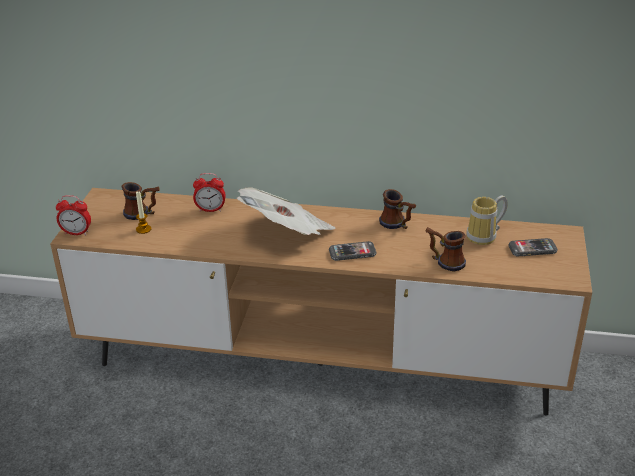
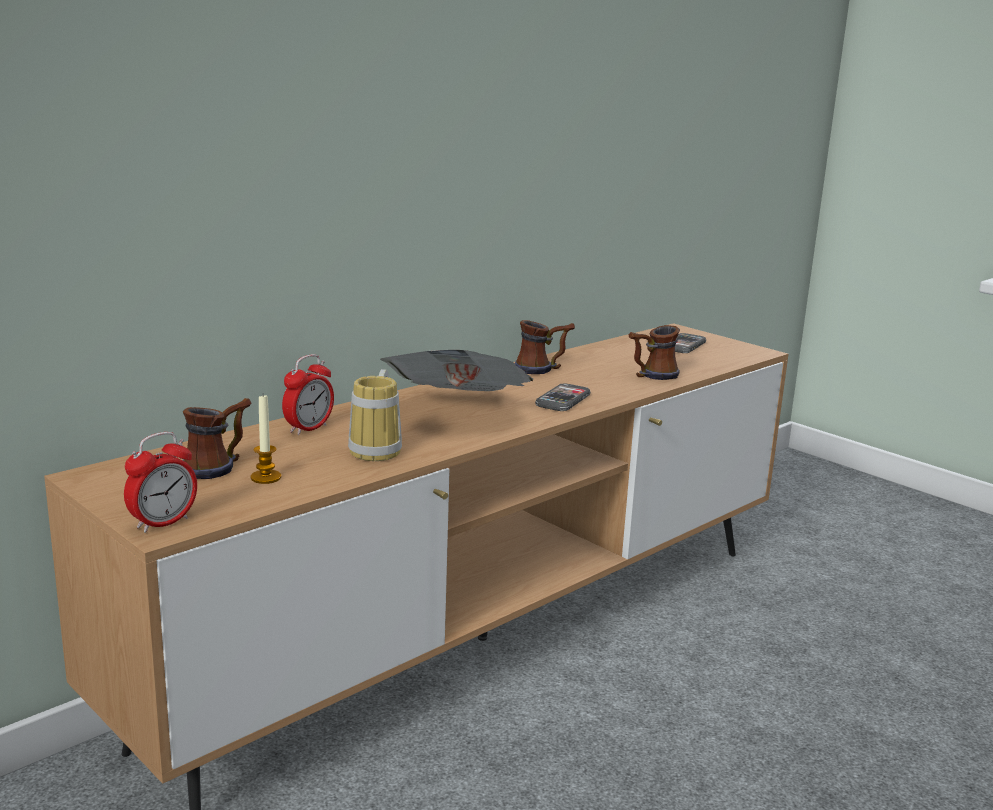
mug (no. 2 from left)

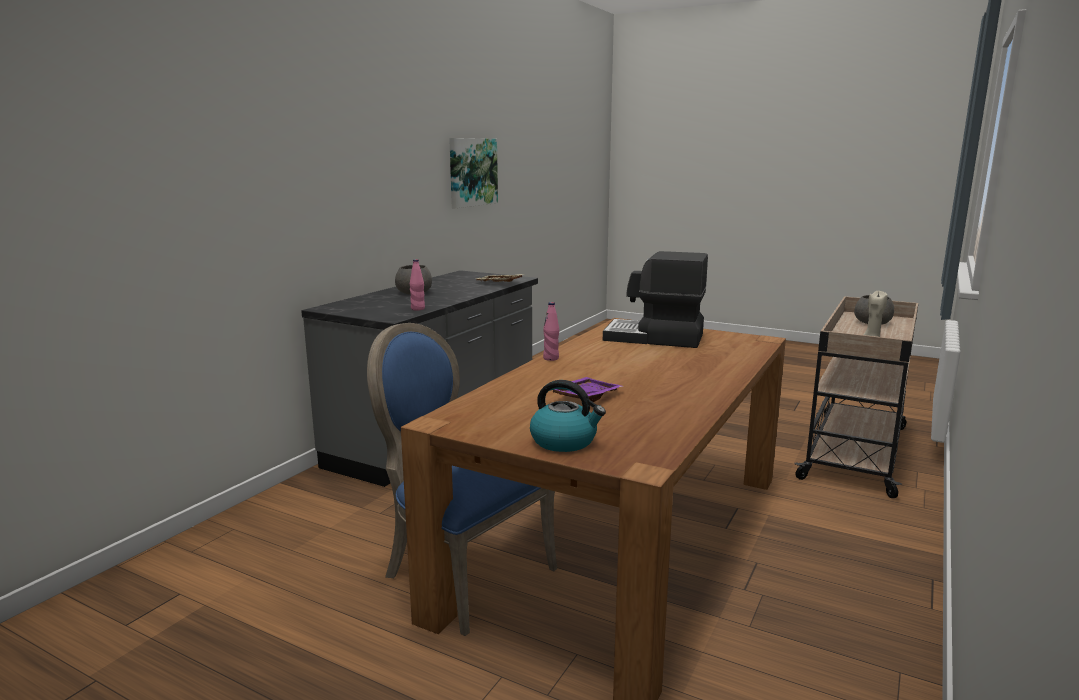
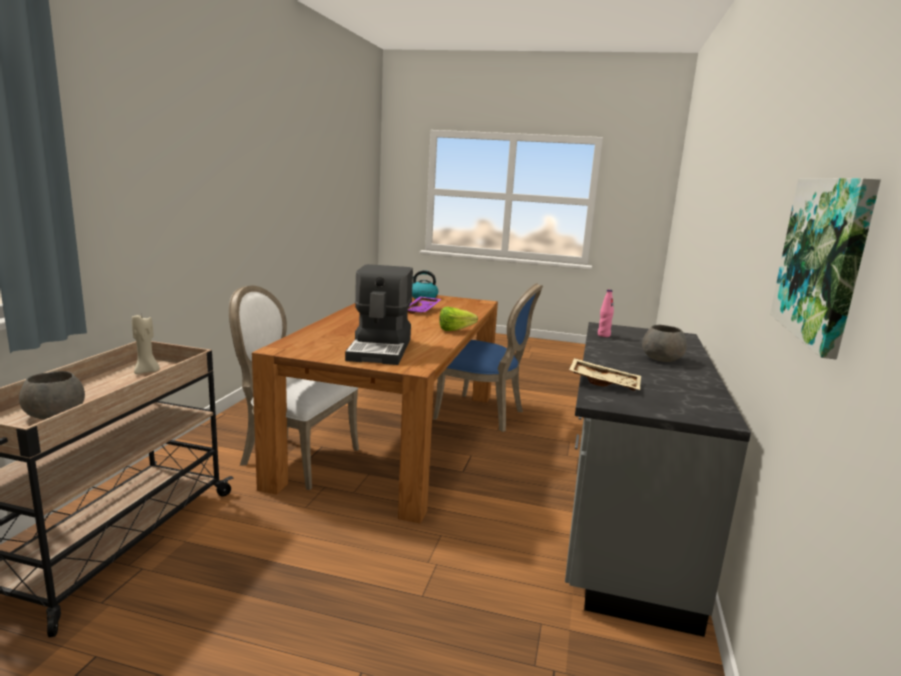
machine à café; laitue; chaise/blanc

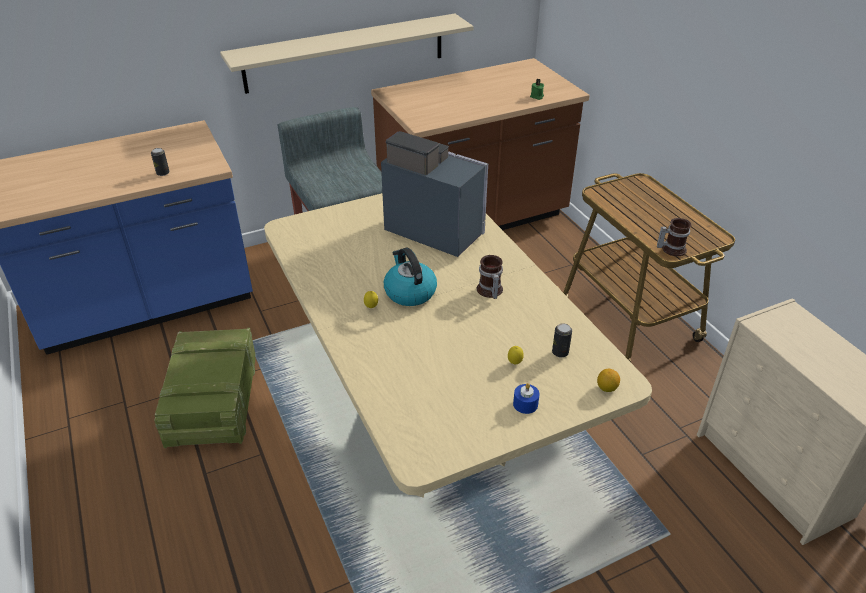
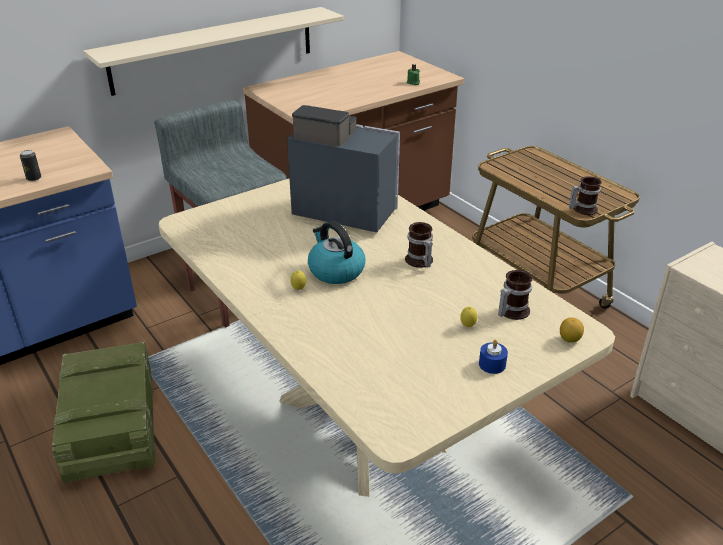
mug (no. 2 from left)

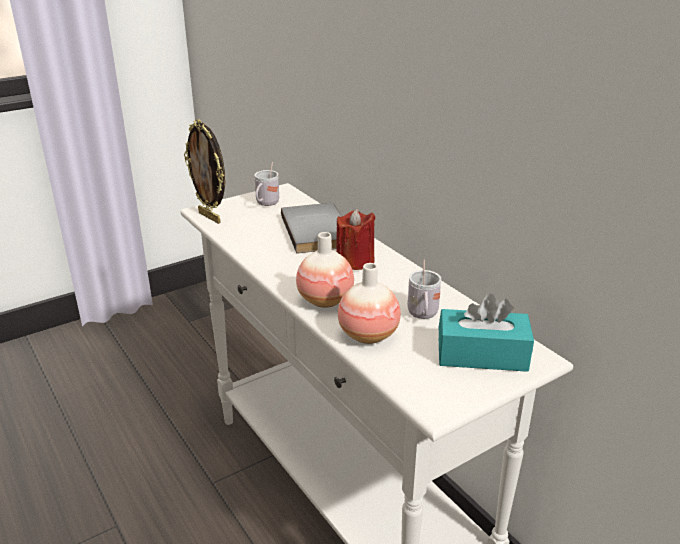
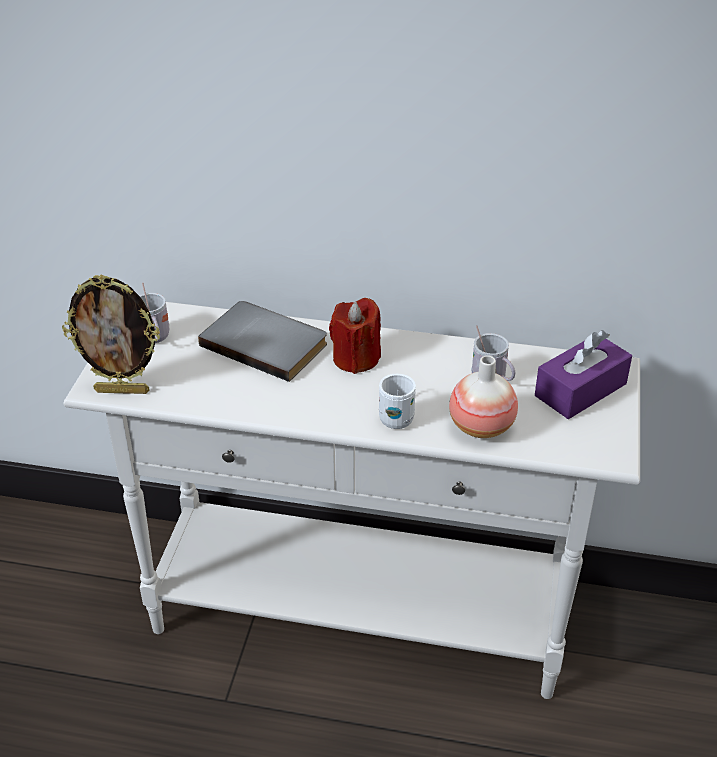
mug/blanc (no. 2 from left); boîte à mouchoirs/violet

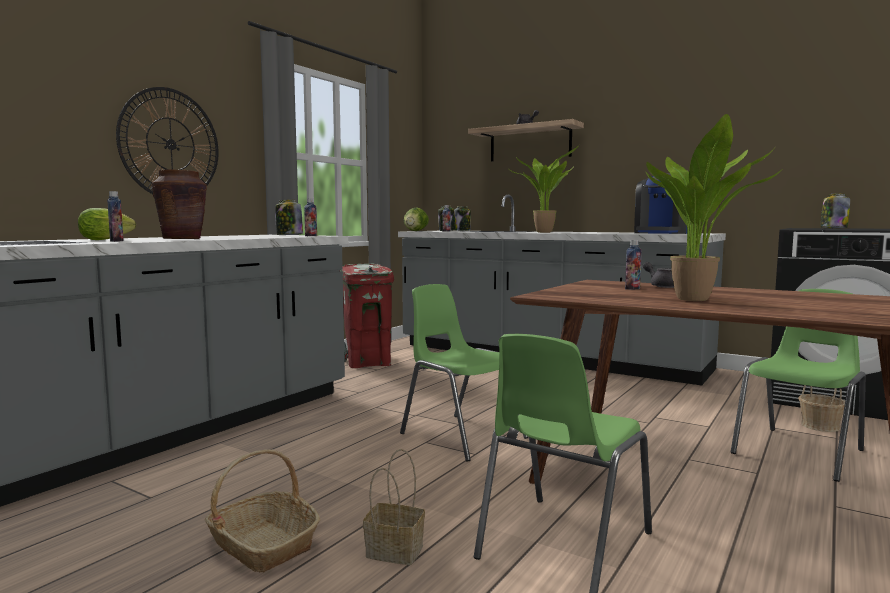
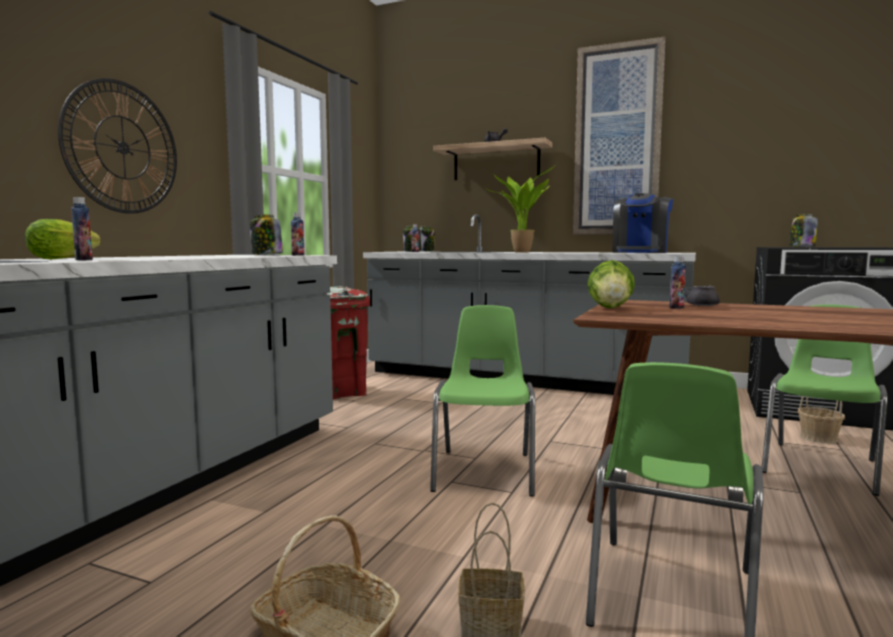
plante en pot (no. 2 from left in the first image); vase/marron; laitue (no. 2 from left); chaise/vert (no. 1 from left); tableau

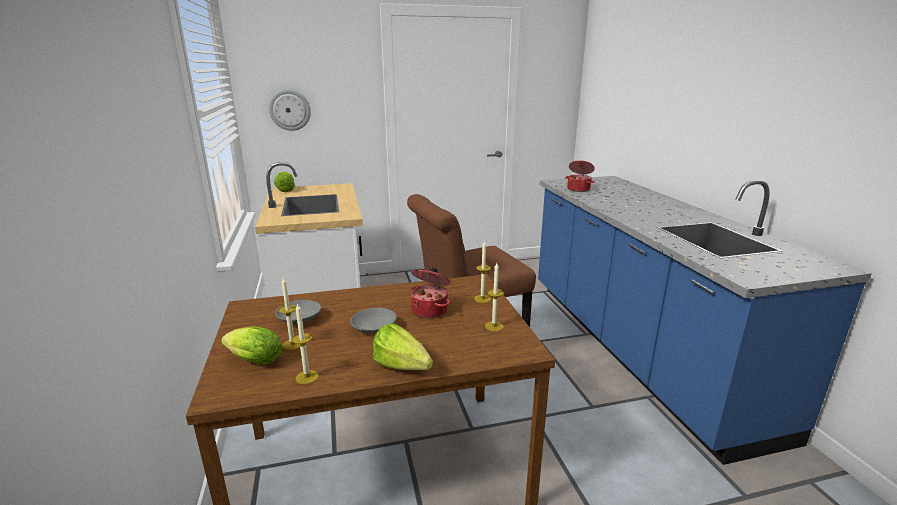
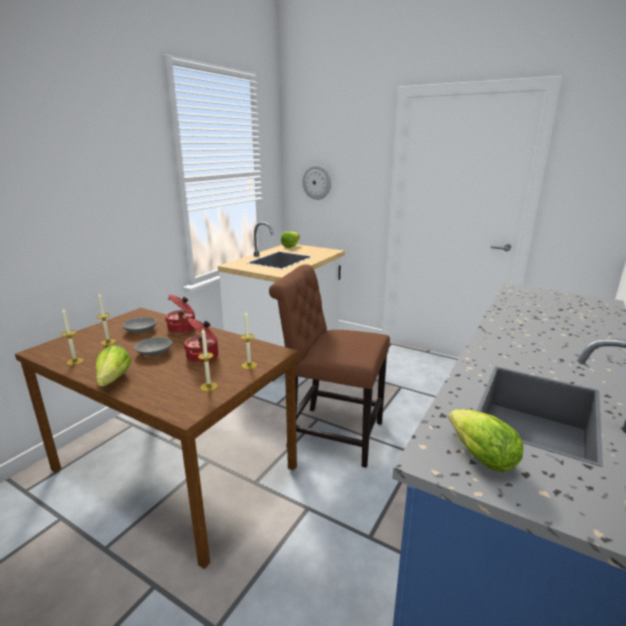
marmite (no. 1 from left); laitue (no. 3 from left)

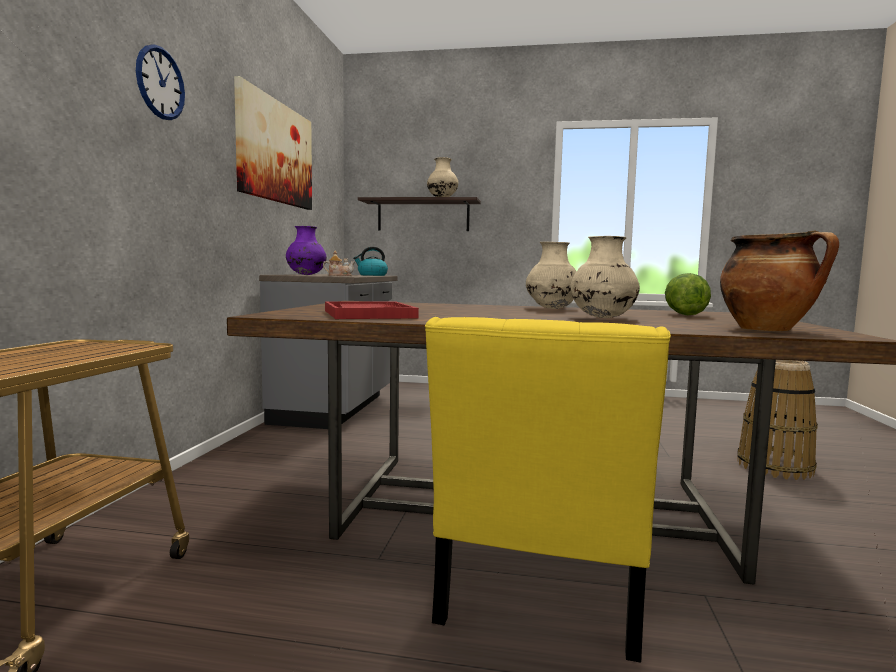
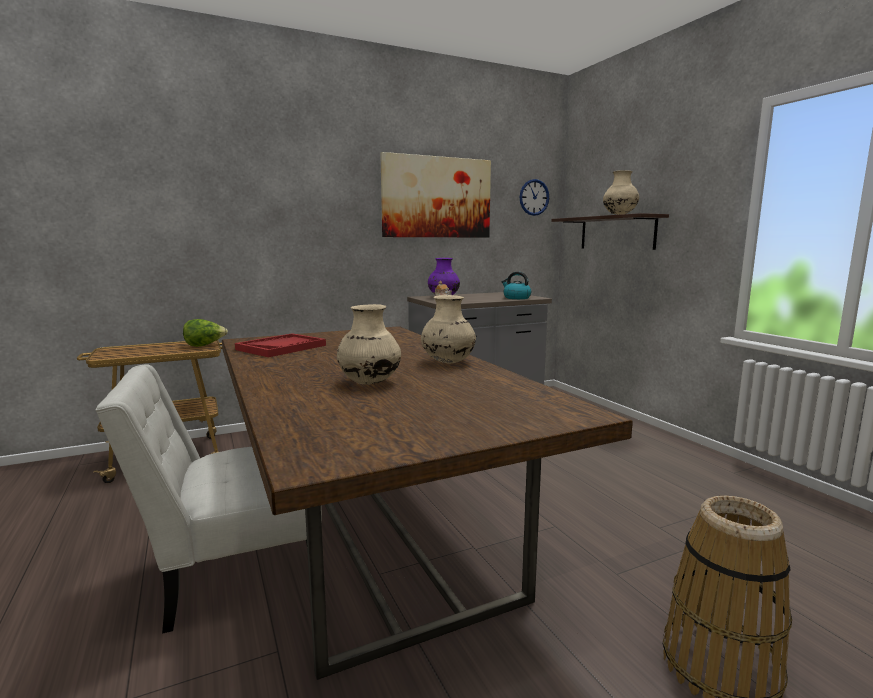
horloge murale; marmite; laitue; chaise/blanc

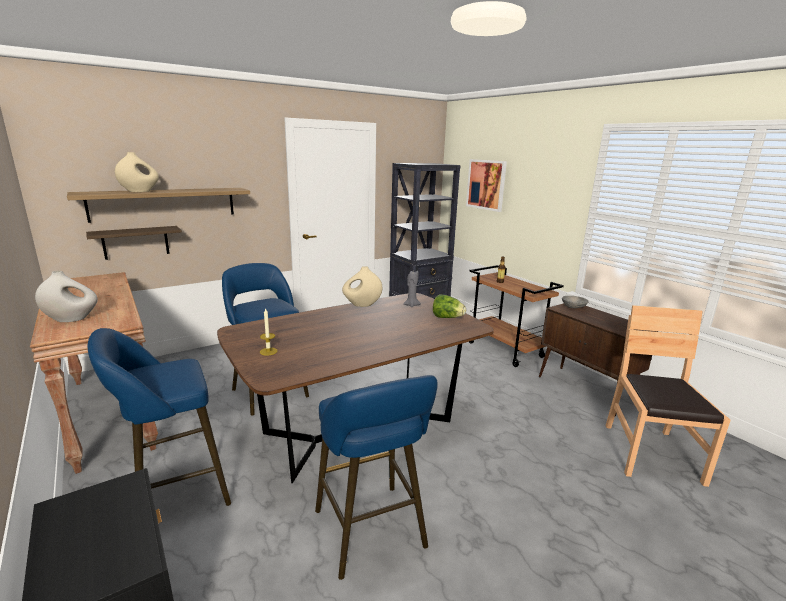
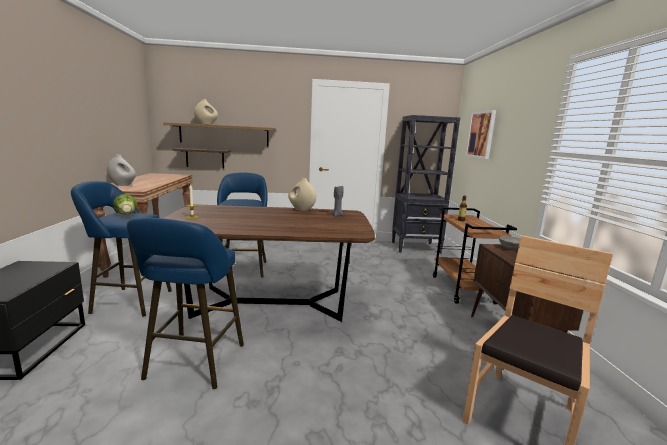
laitue

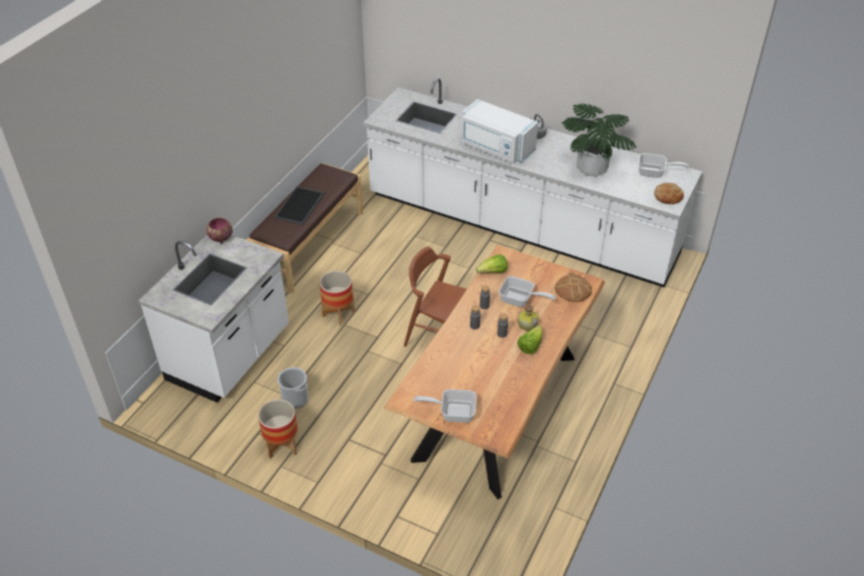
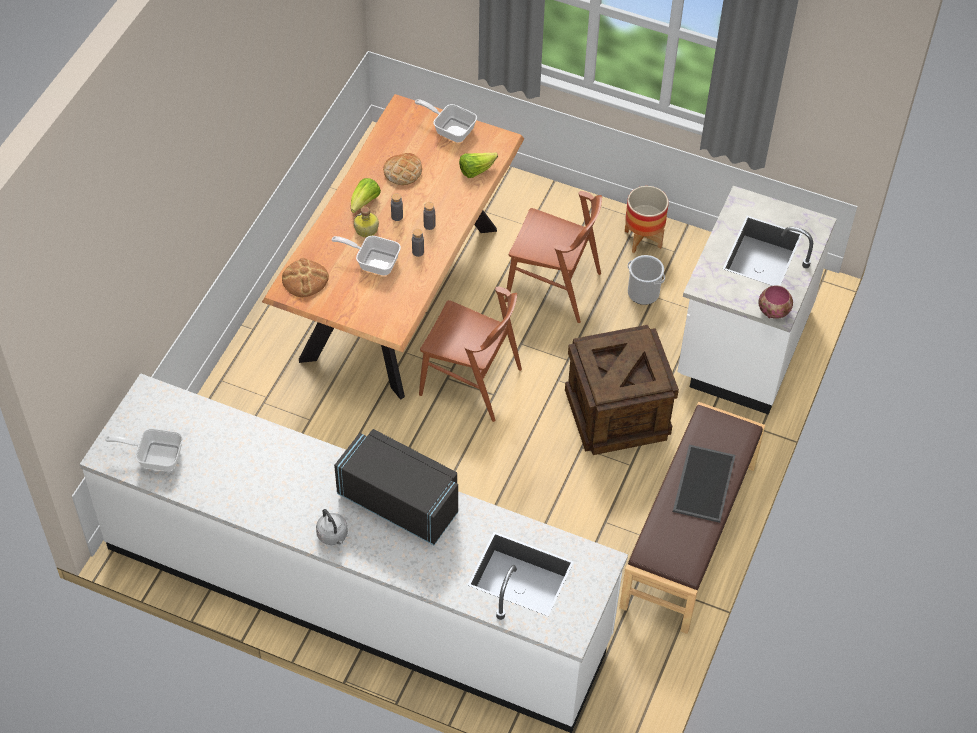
micro-ondes/noir; plante en pot; pain (no. 2 from left); laitue (no. 2 from left); caisse; poêle (no. 3 from left); chaise/marron (no. 2 from left)

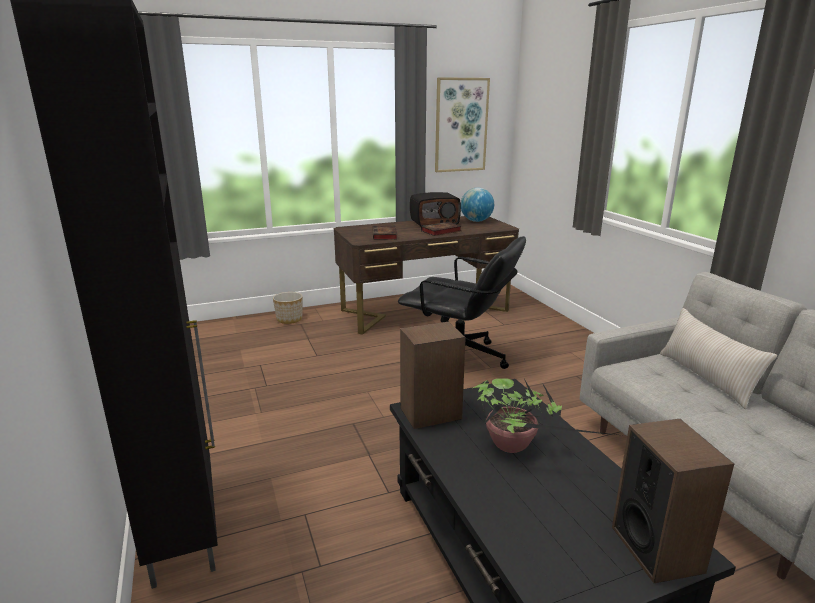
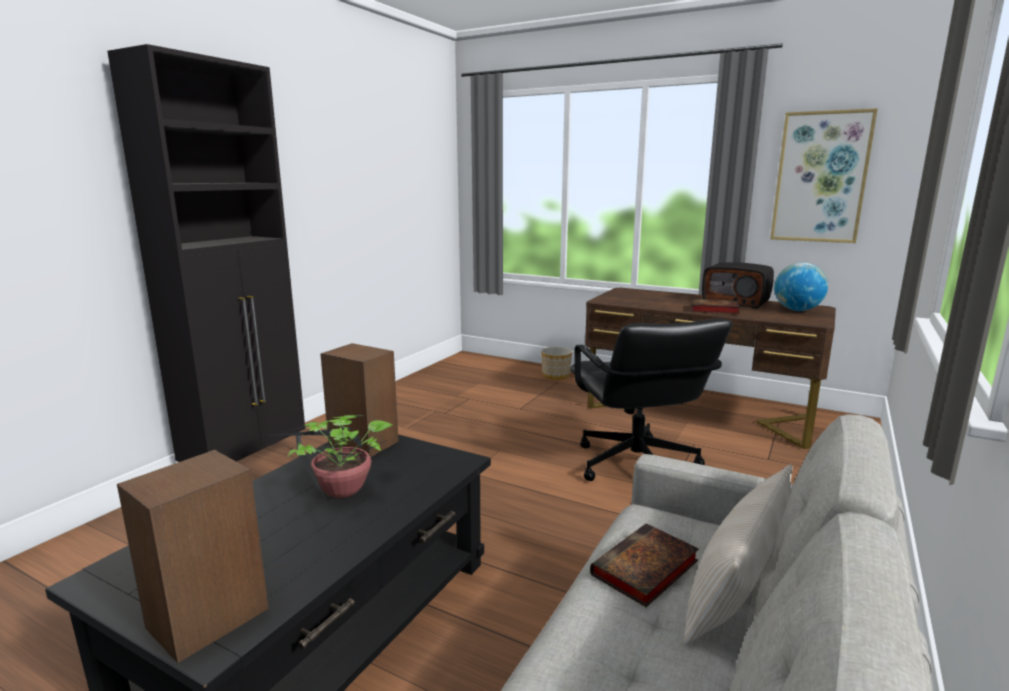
livre (no. 1 from left)

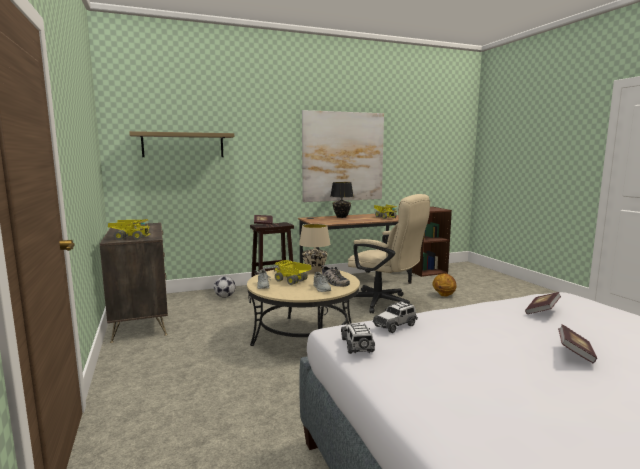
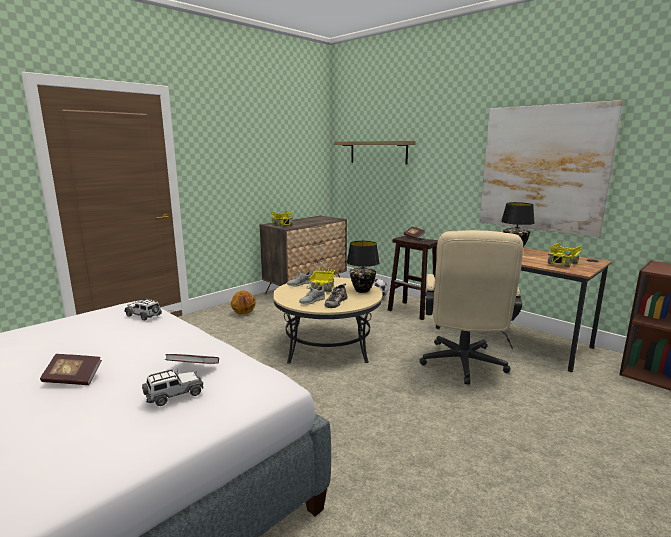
lampe de table/noir (no. 1 from left); ballon de basket; petite voiture (no. 2 from left)

